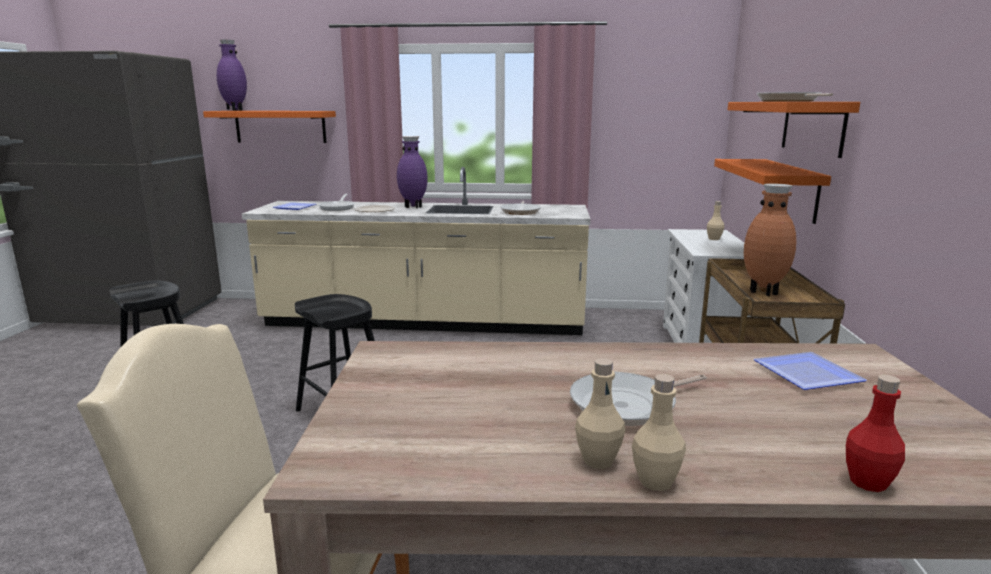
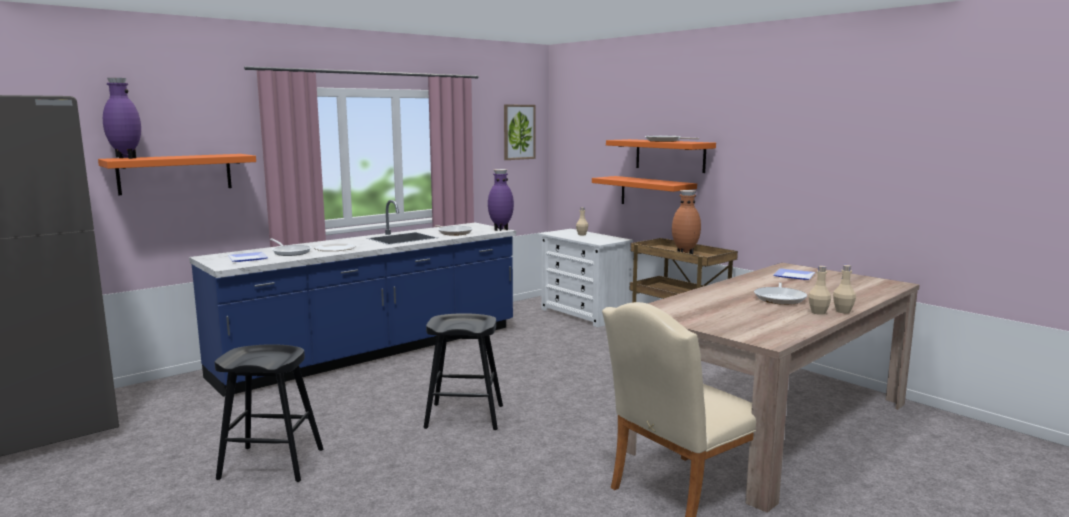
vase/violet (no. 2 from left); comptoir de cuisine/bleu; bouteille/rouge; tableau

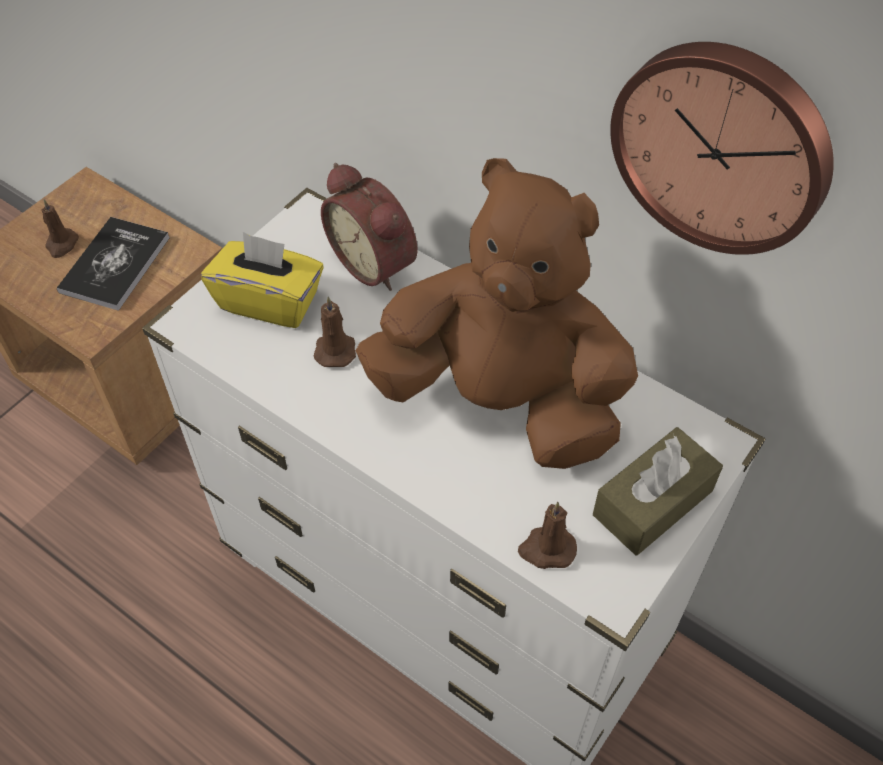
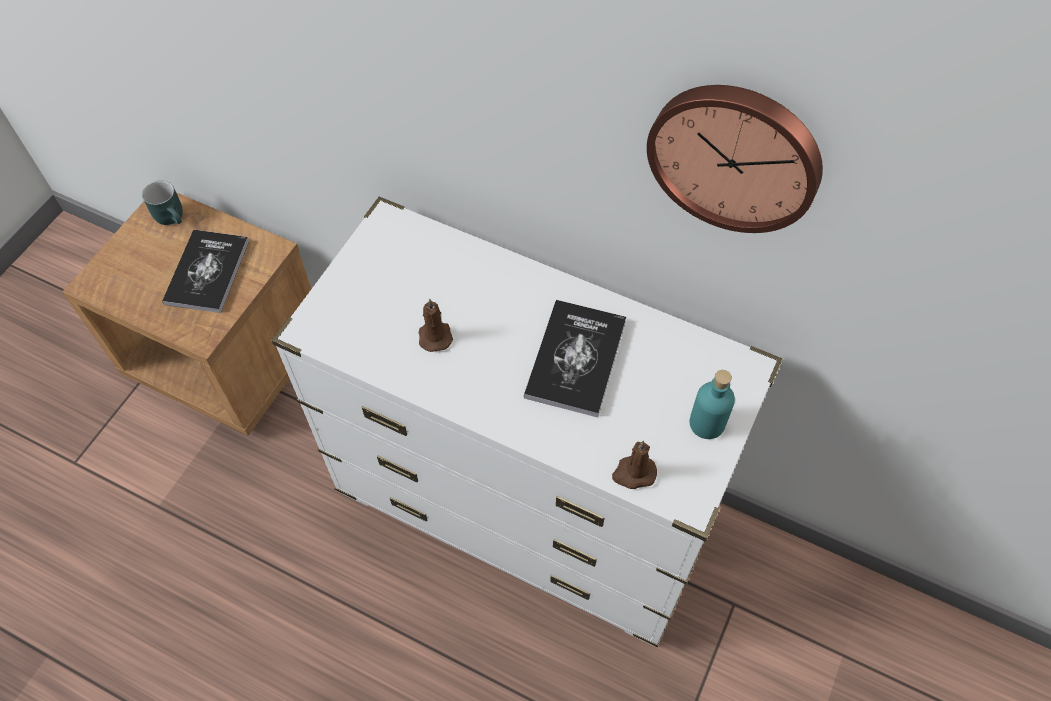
livre (no. 2 from left); réveil; bougie/marron (no. 1 from left in the first image); boîte à mouchoirs/jaune; bouteille/turquoise; mug/turquoise

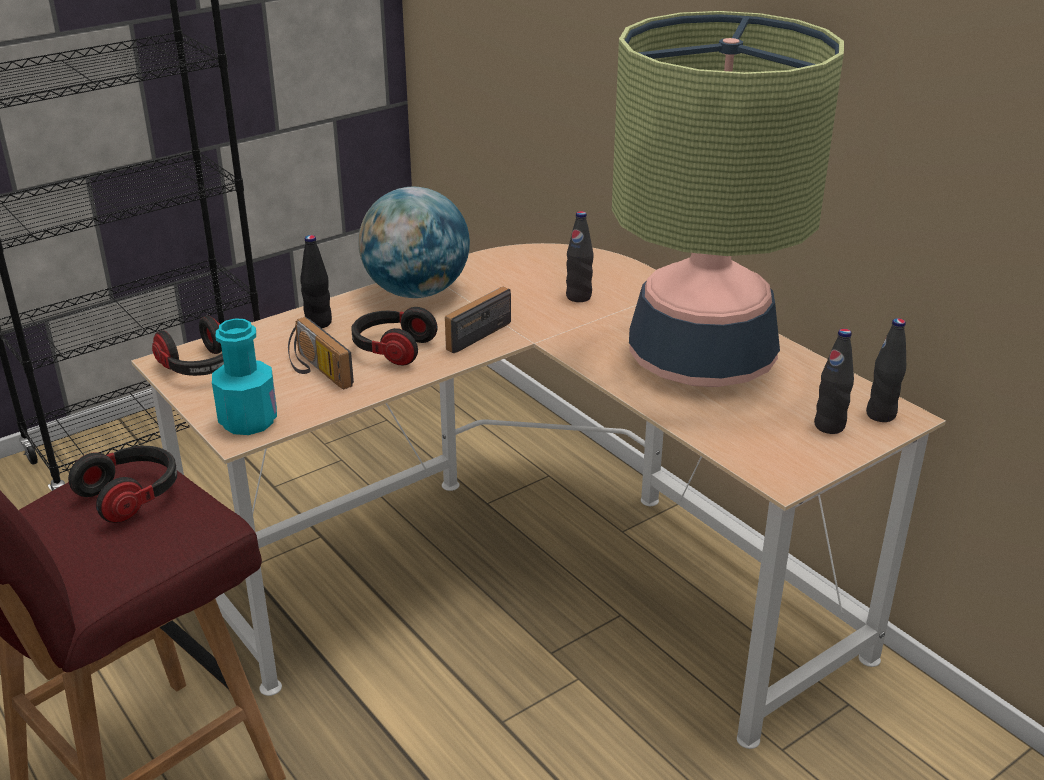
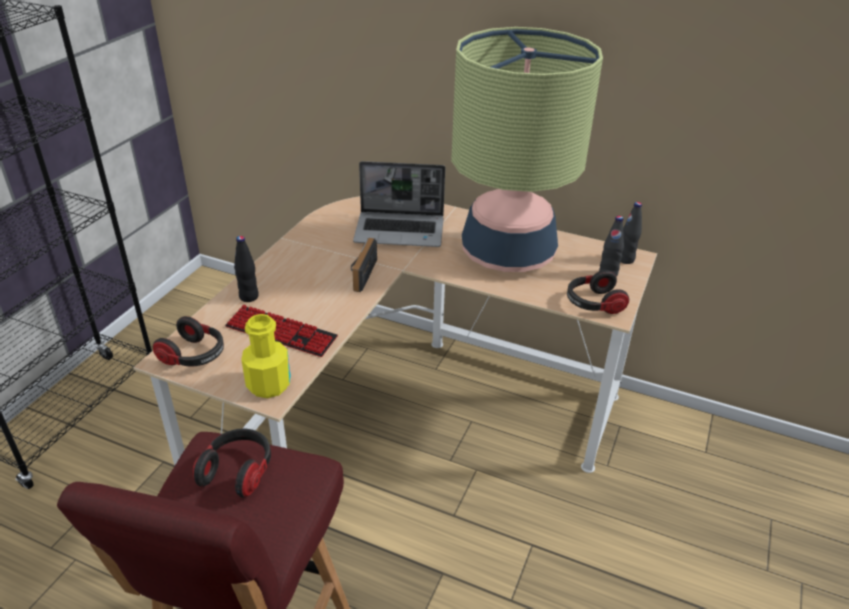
globe; ordinateur portable; casque audio (no. 3 from left); clavier; bouteille/jaune

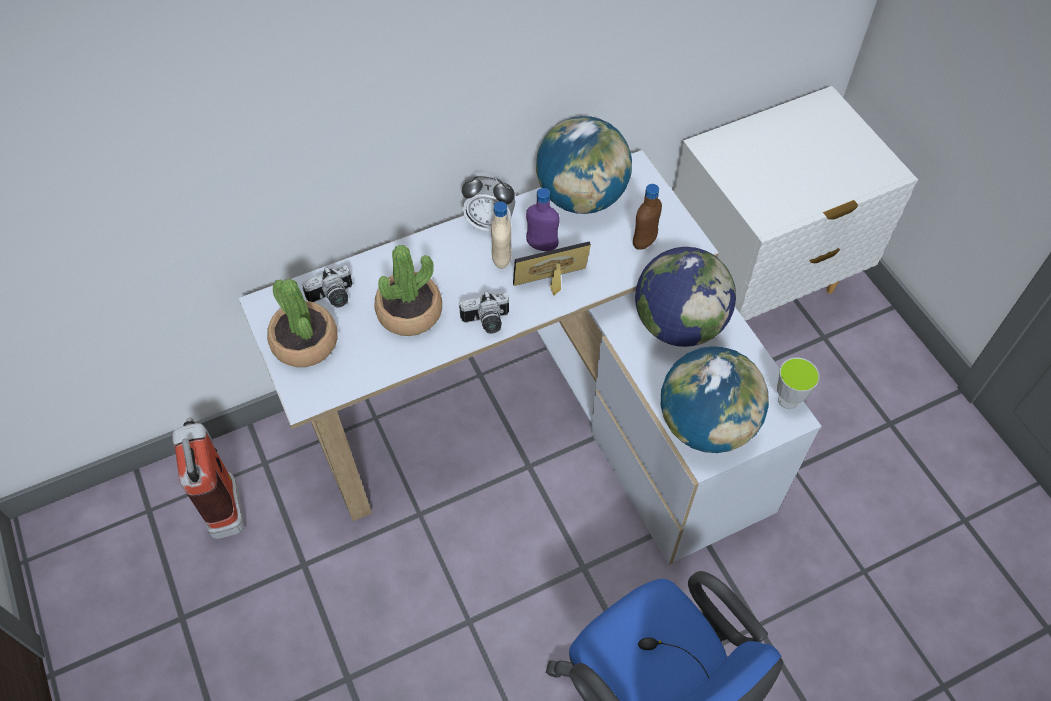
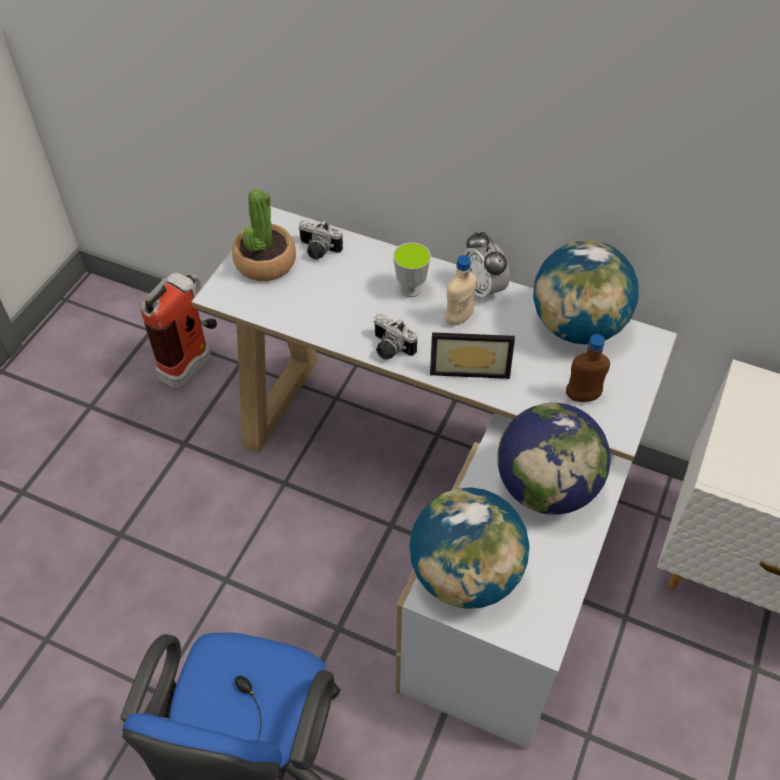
bouteille/violet; cadre photo; plante en pot (no. 2 from left in the first image); tasse

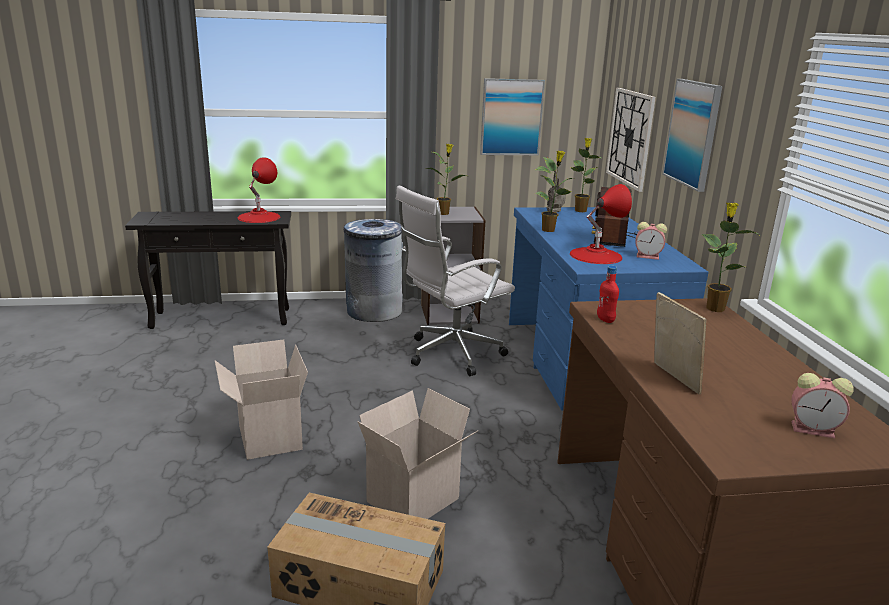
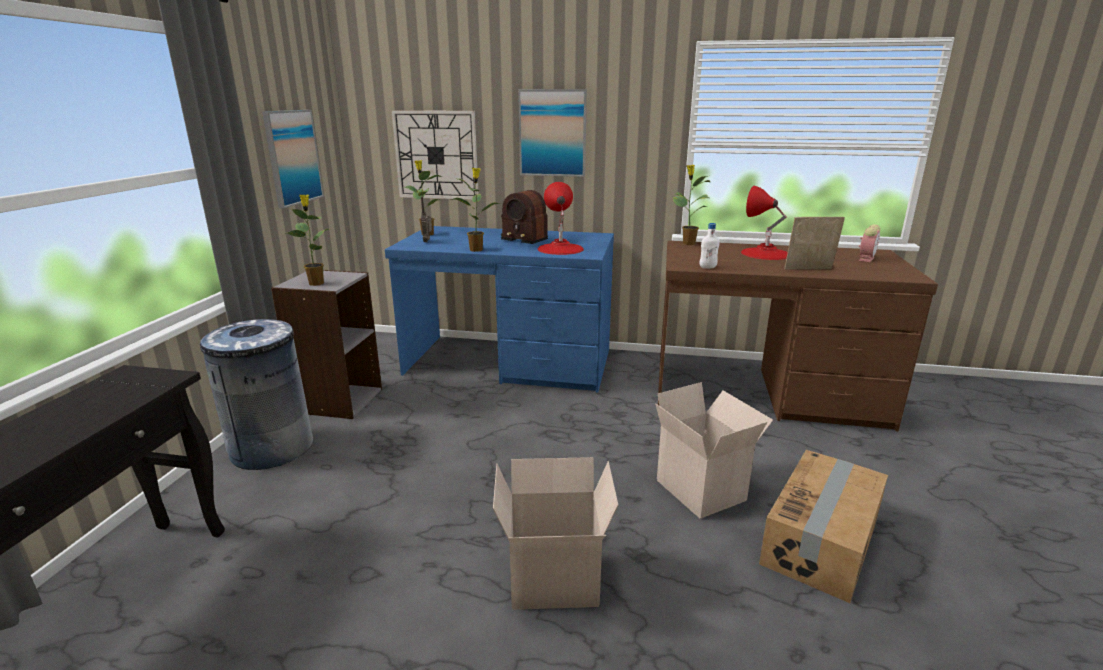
lampe de table/rouge (no. 2 from left); chaise de bureau/blanc; réveil (no. 1 from left in the first image); bouteille/blanc

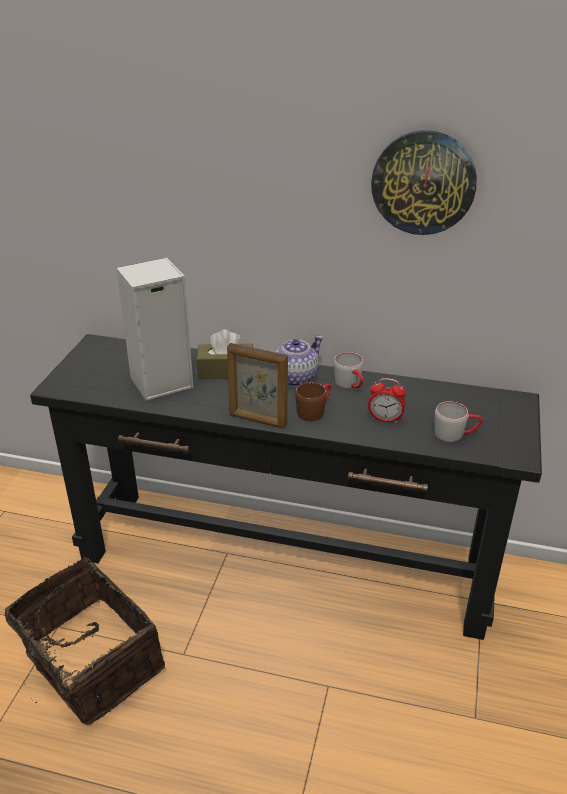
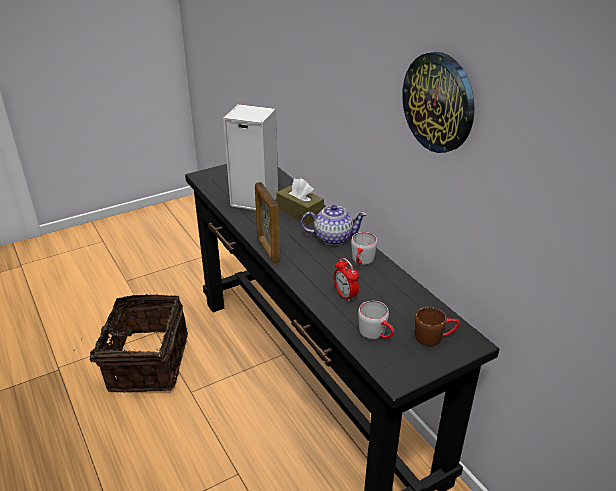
mug/marron

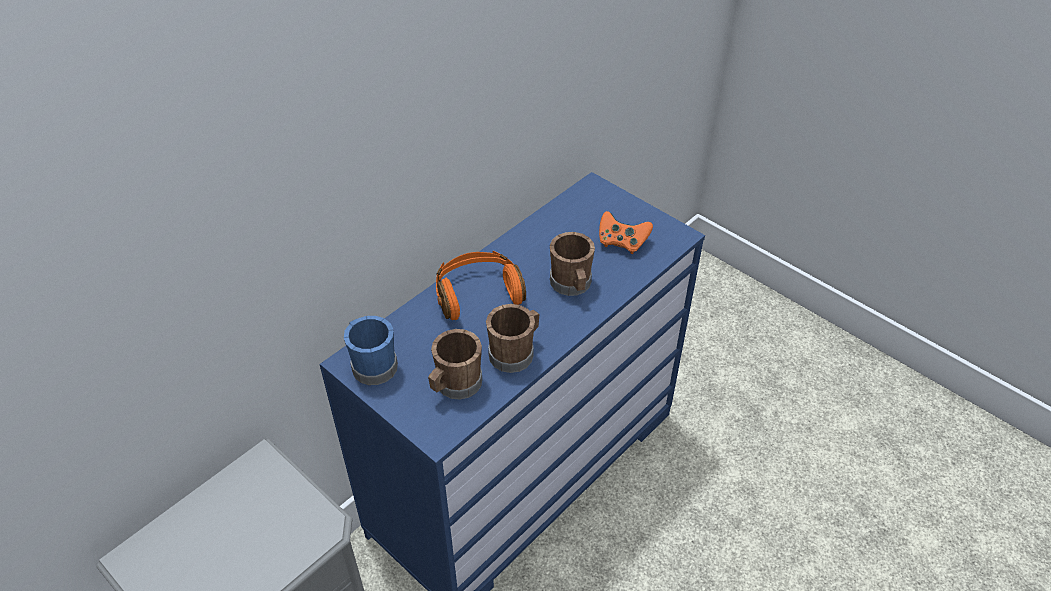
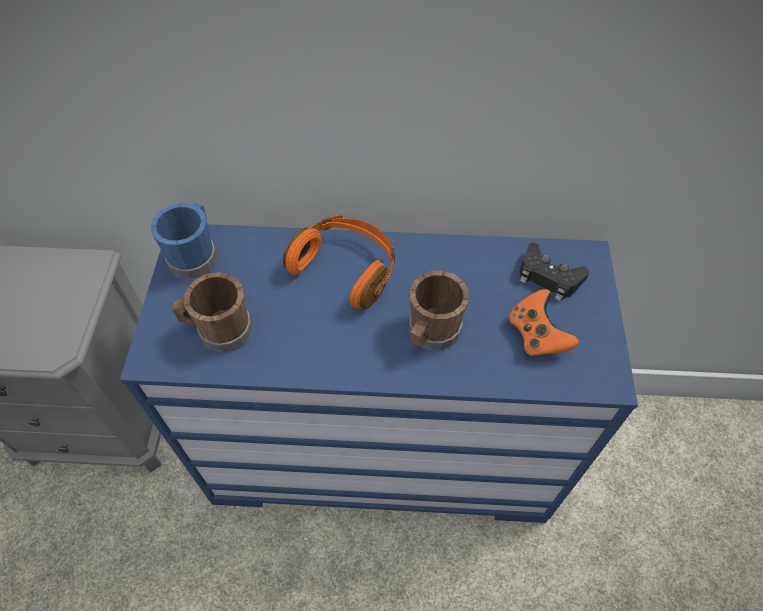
mug/marron (no. 2 from left in the first image); manette/noir

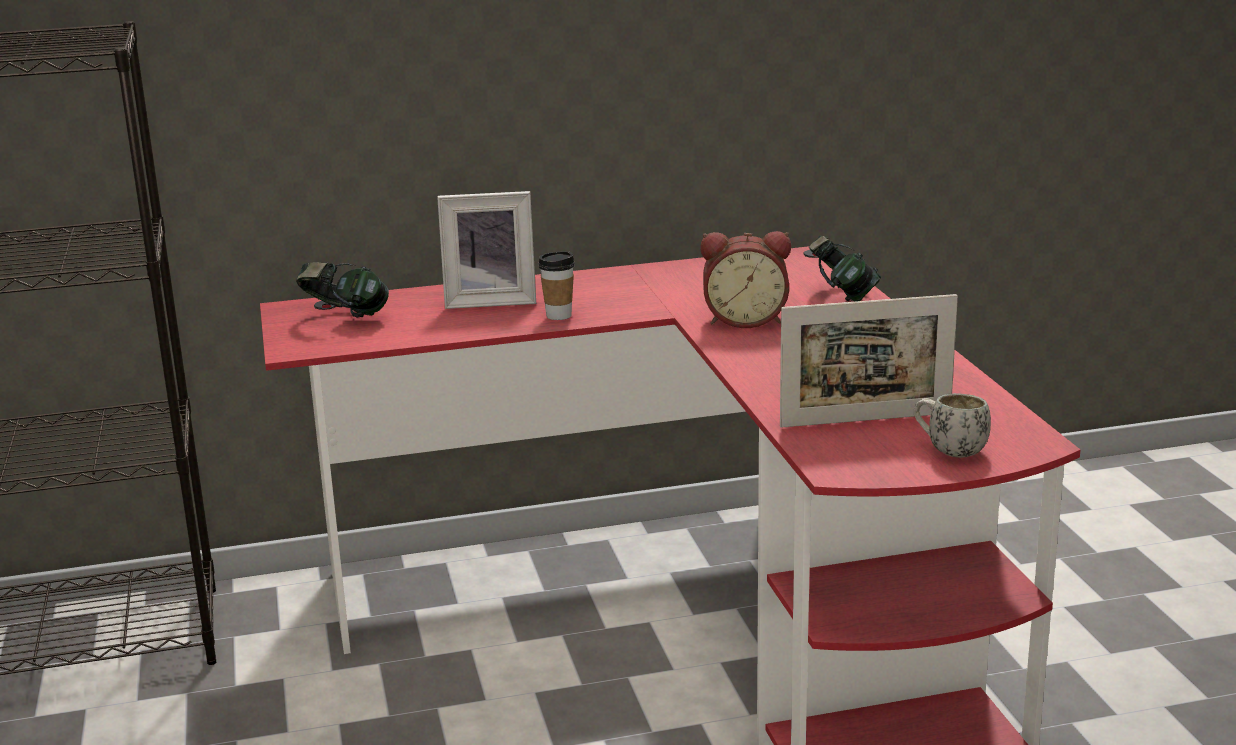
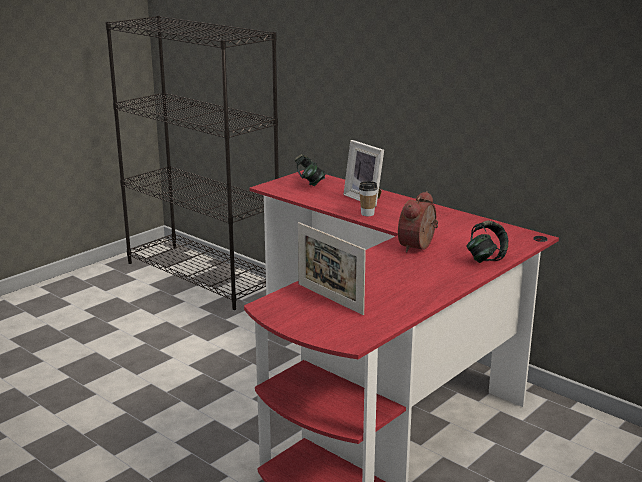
réveil; mug/blanc

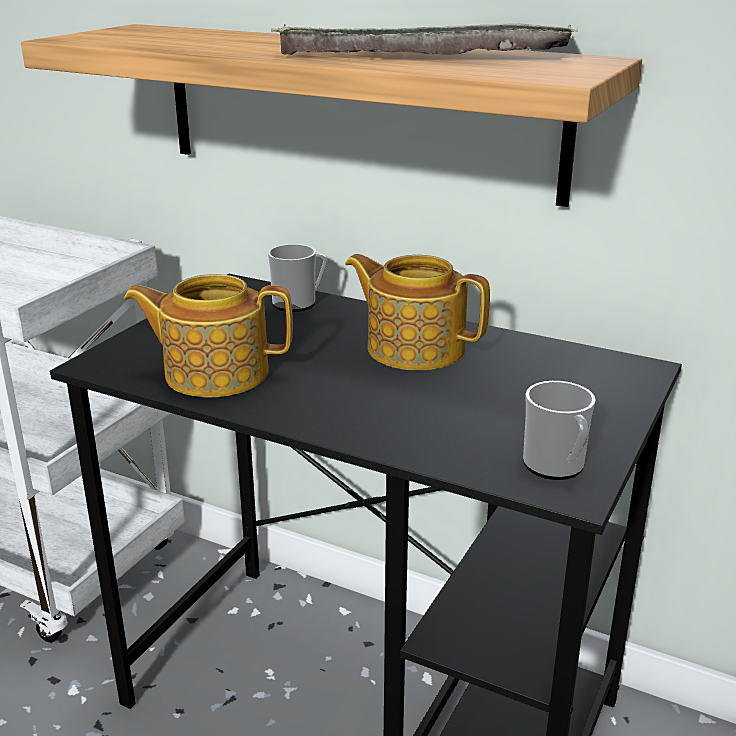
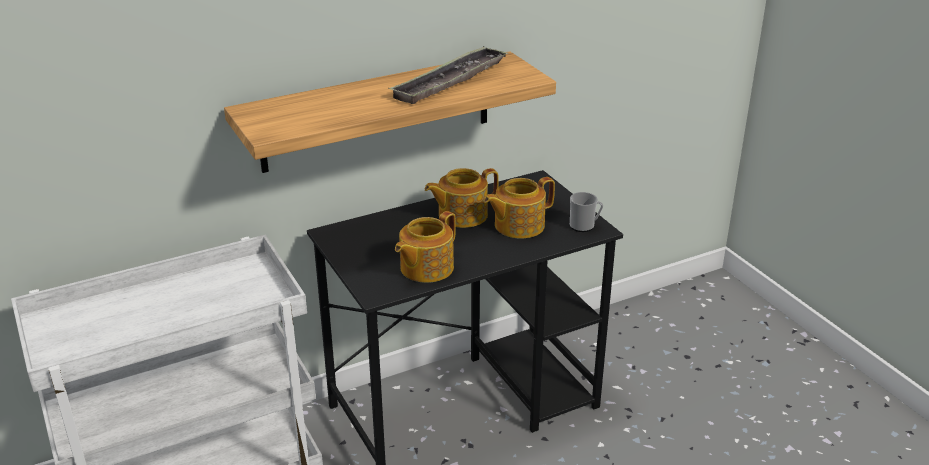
mug (no. 1 from left in the first image); théière (no. 3 from left)

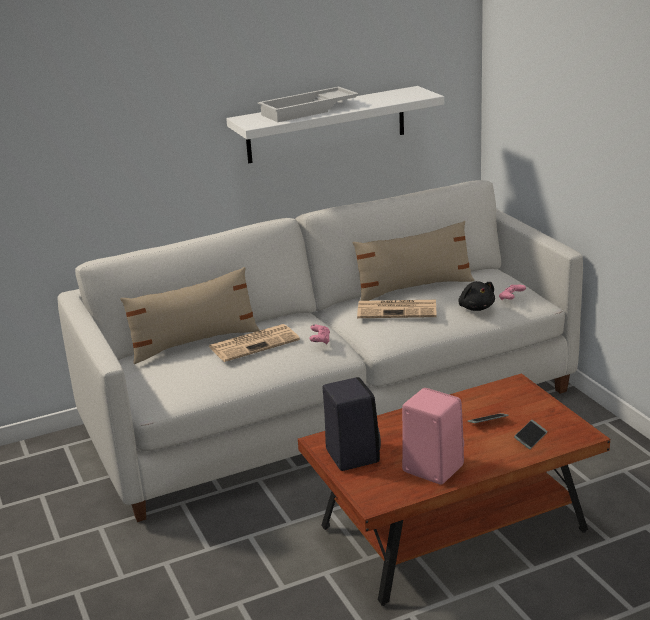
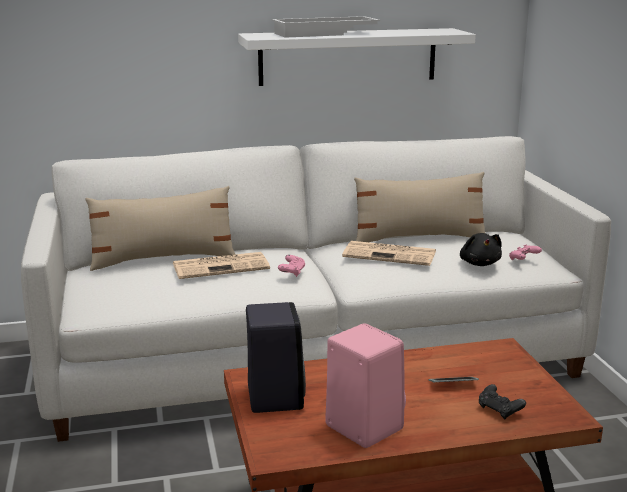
manette/noir

